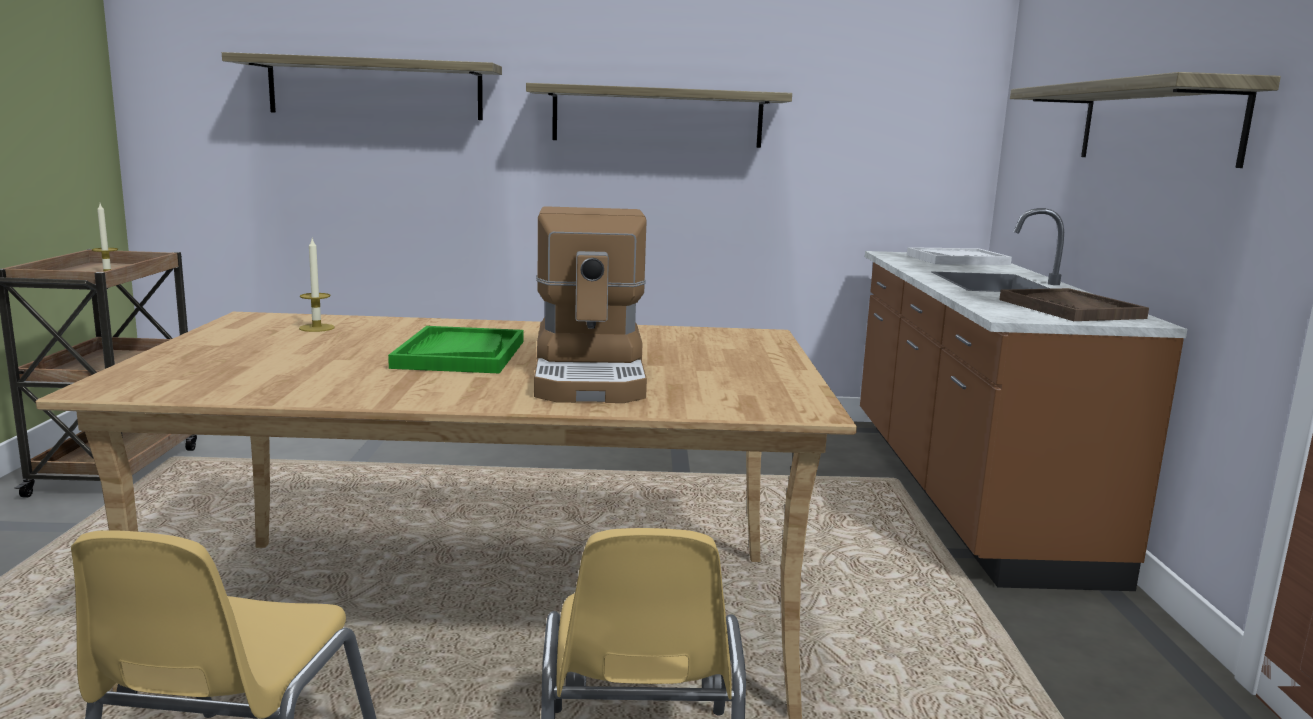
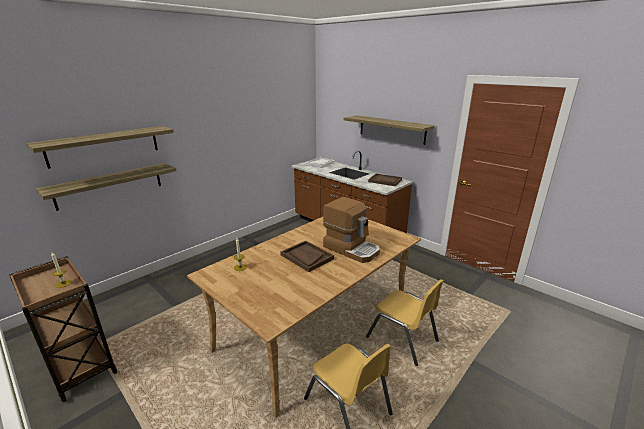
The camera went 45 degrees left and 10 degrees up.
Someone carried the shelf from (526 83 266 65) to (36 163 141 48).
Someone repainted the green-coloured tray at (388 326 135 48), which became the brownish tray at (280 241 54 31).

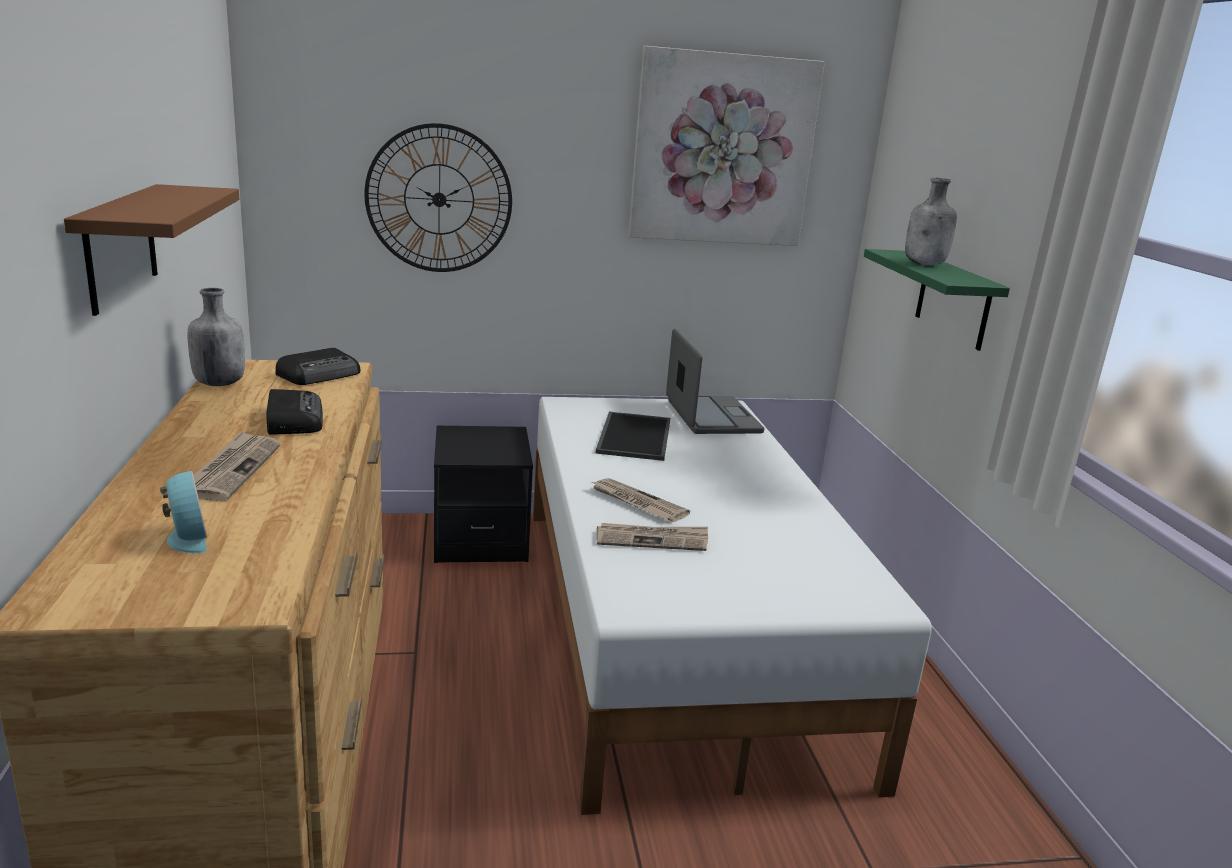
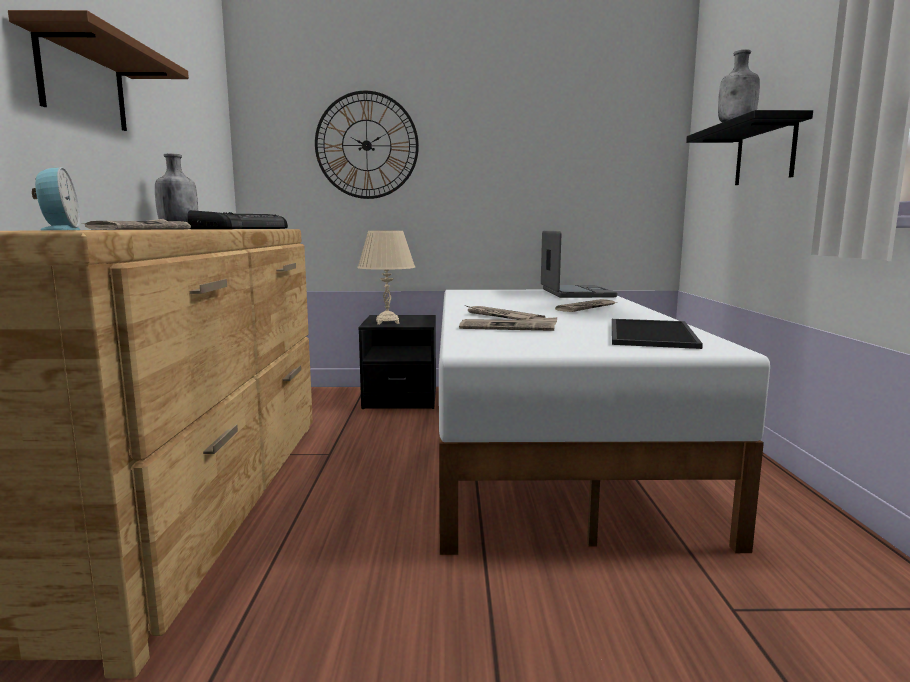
The camera went 10 degrees right and 10 degrees down.
Someone took away the wall art at (628 46 197 200).
Someone put down the beige lamp for a table at (357 231 58 93).
Someone put down the daily paper at (555 299 62 13).
Someone carried the tray from (595 412 75 49) to (612 319 91 30).
Someone repainted the green-coloured shelf at (864 249 146 102), which became the blackish shelf at (686 110 127 75).

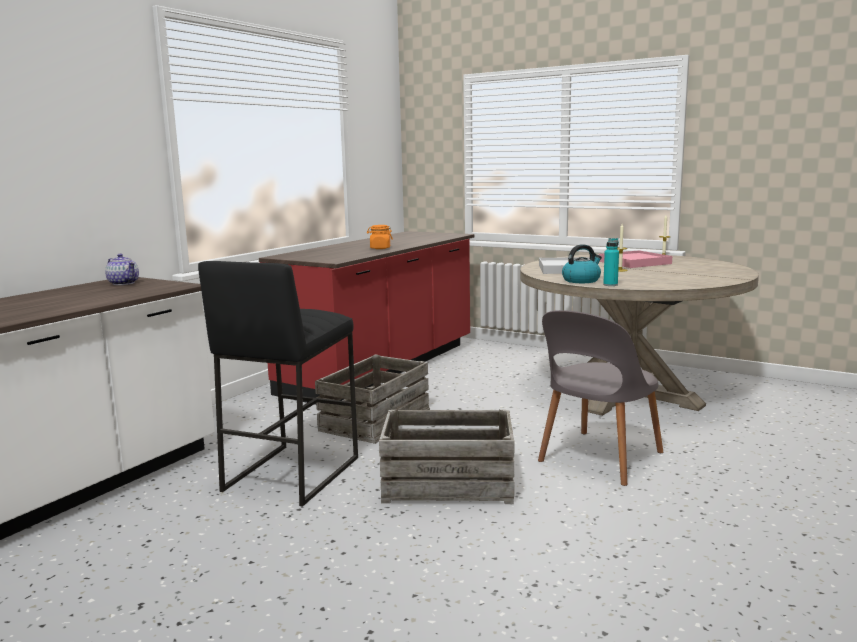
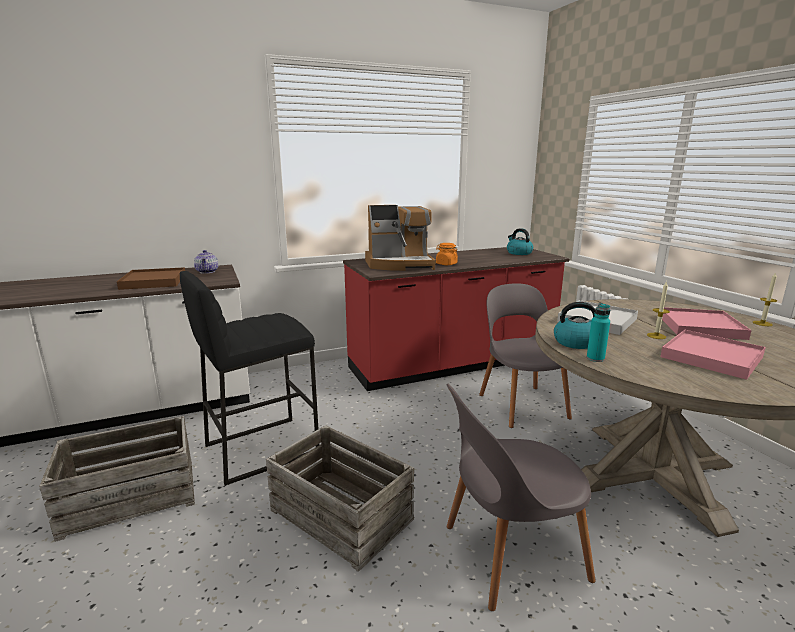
The camera went 35 degrees right and 5 degrees up.
Someone put down the brownish tray at (117 267 68 23).
Someone put down the coffee brewer at (365 205 71 66).
Someone put down the gray chair at (479 283 93 145).
Someone put down the tea kettle at (507 228 26 27).
Someone put down the pinkish tray at (660 330 106 50).
Someone carried the shipping crate from (315 355 115 89) to (39 416 156 126).

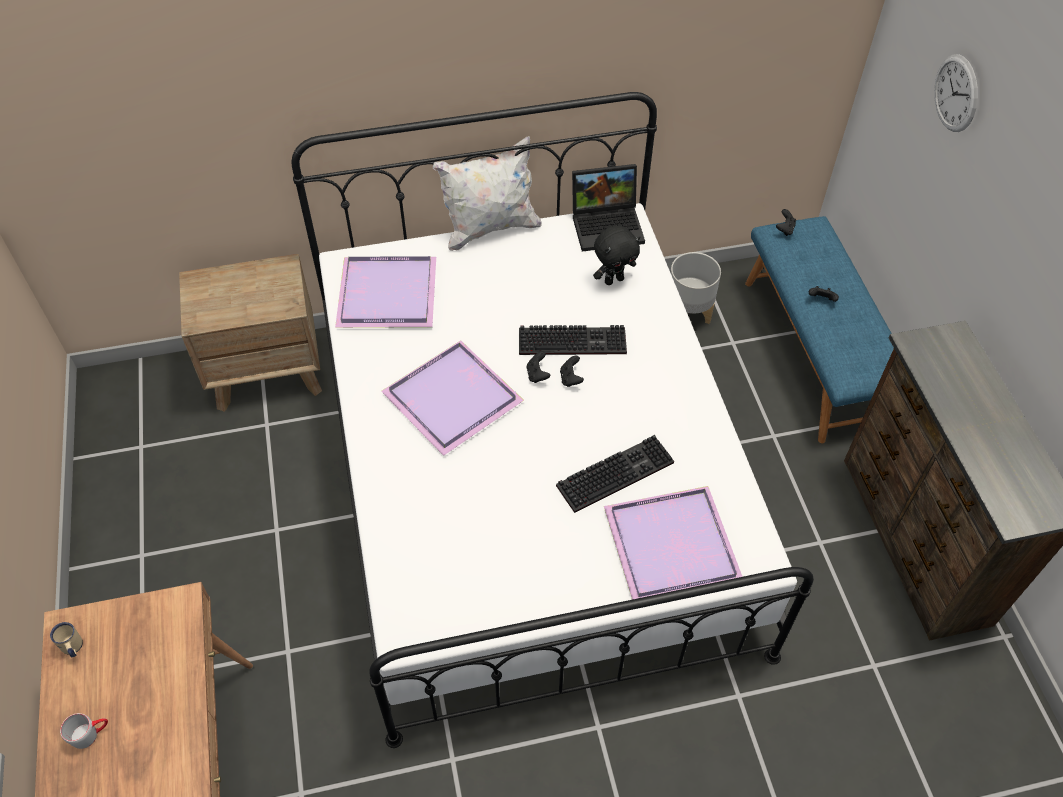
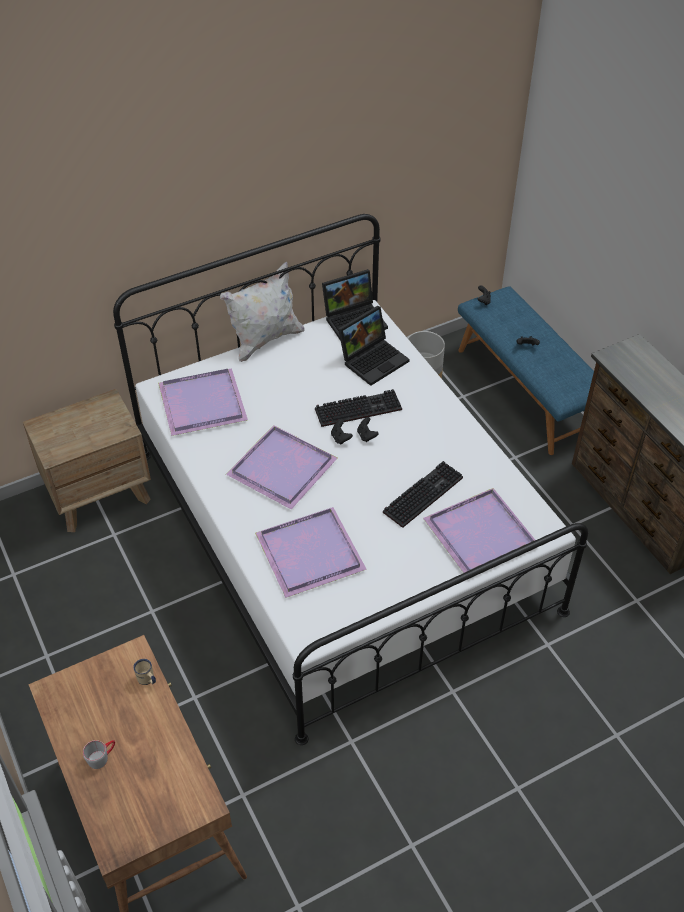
The camera went 15 degrees left and 5 degrees down.
Someone took away the clock on the wall at (934 54 44 78).
Someone put down the purple tray at (255 507 112 91).
Someone carried the beige coffee mug from (50 622 33 35) to (133 659 23 26).
Someone swapped the blackish cuddly toy at (593 226 47 59) for the portable computer at (338 305 72 81).

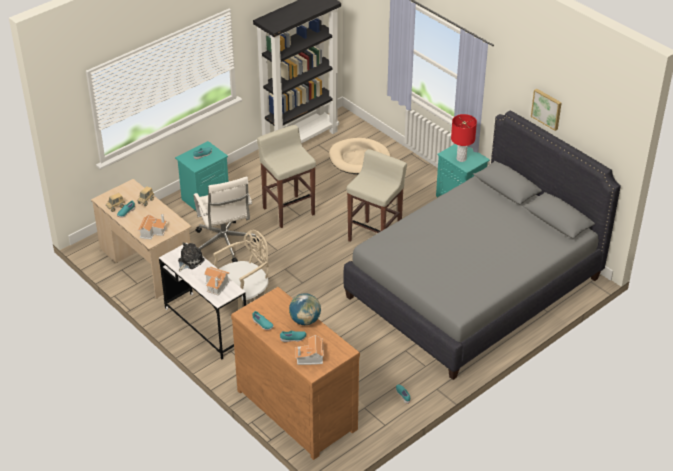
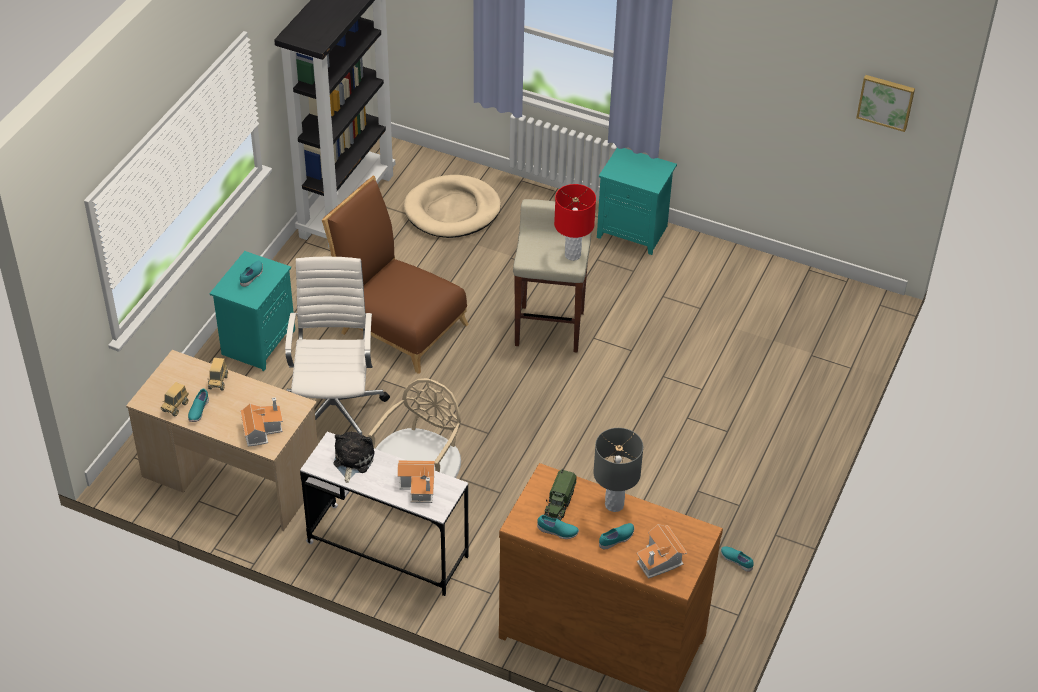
The camera went 25 degrees left and 5 degrees up.
Someone took away the gray bedroom bed at (343 111 278 269).
Someone put down the toy truck at (544 469 33 52).
Someone carried the reddish lamp for a table from (451 114 26 48) to (554 184 42 77).
Someone carried the wall art from (531 89 31 42) to (856 75 59 57).
Someone swapped the beige stool at (257 125 59 103) for the brownish chair at (322 176 147 198).
Someone swapped the globe at (289 293 32 32) for the gray lamp for a table at (593 428 50 84).
Someone rotated the whitish office chair at (193 177 66 85) by 135 degrees counterclockwise.

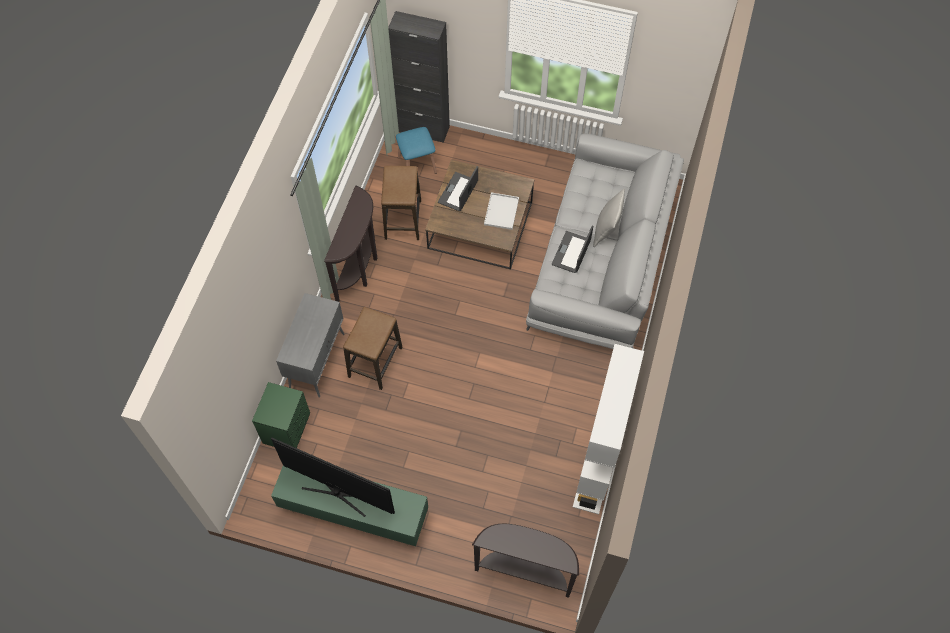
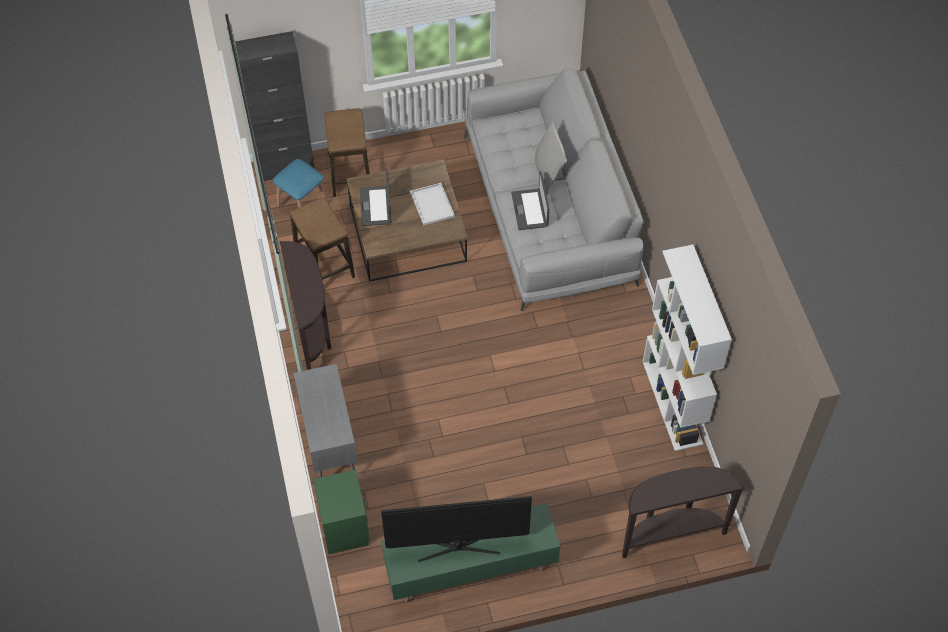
The camera went 30 degrees left and 5 degrees down.
Someone carried the stool from (343 307 60 83) to (324 108 46 89).

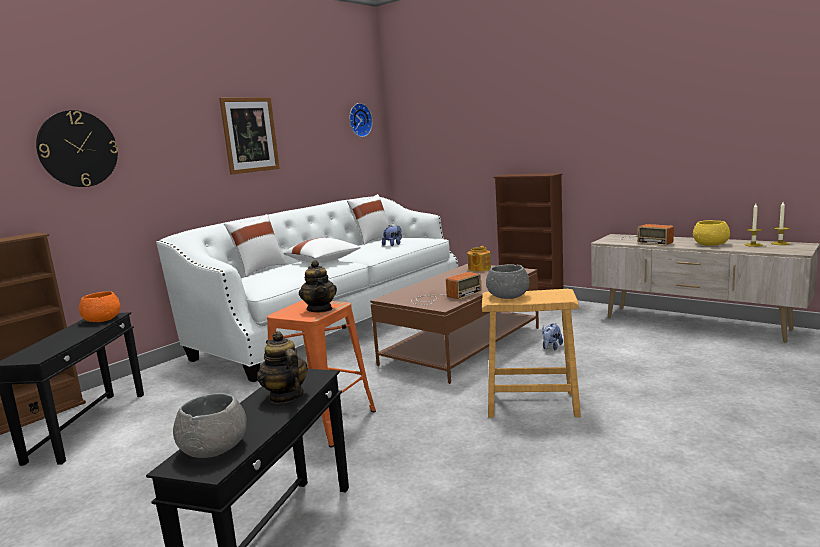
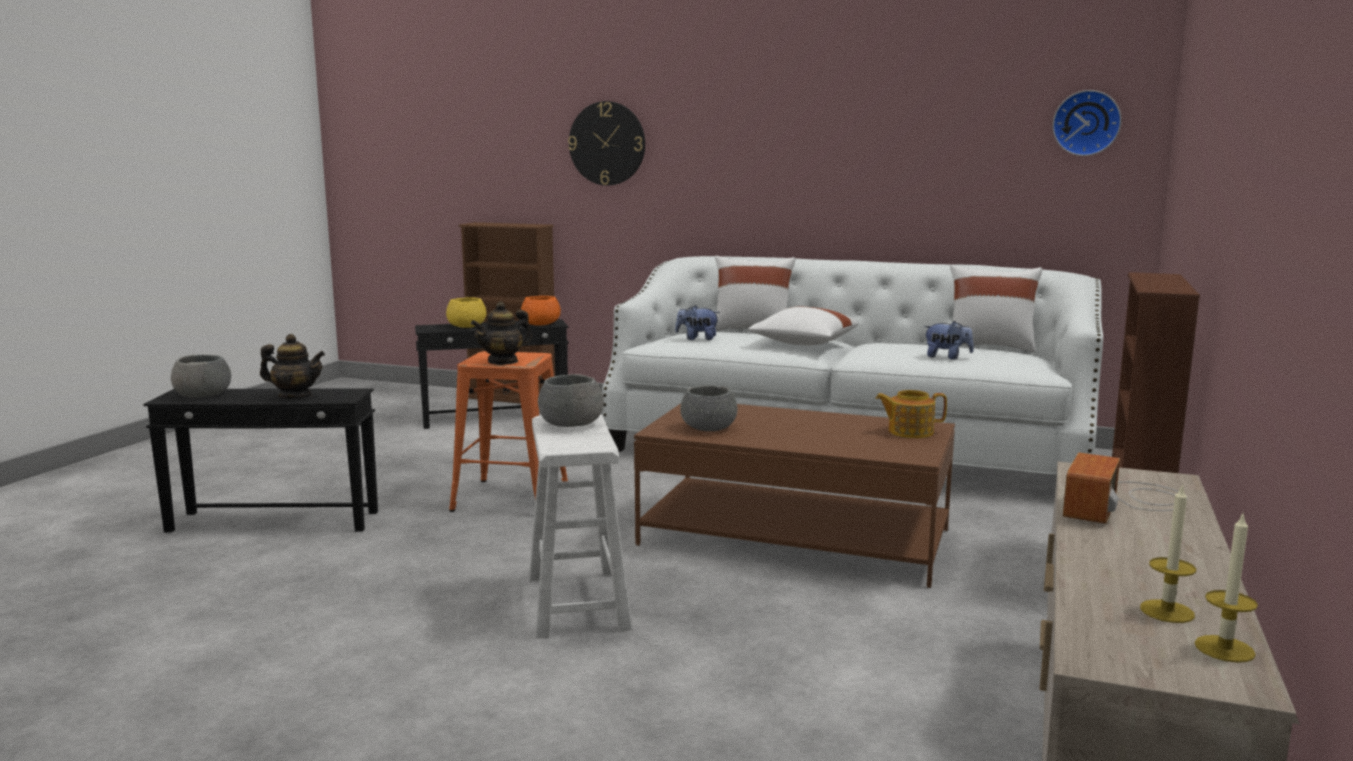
The camera went 70 degrees right and 0 degrees up.
Someone took away the wall art at (219 97 61 78).
Someone carried the cuddly toy from (543 323 20 27) to (675 305 45 35).
Someone carried the yellow deep dish from (693 220 37 26) to (446 297 40 31).
Someone swapped the radio set at (413 272 69 33) for the gray deep dish at (680 385 57 46).
Someone repainted the brownish stool at (482 289 99 129), which became the whitish stool at (529 414 104 224).
Someone rotated the pot for tea at (257 331 51 73) by 60 degrees clockwise.

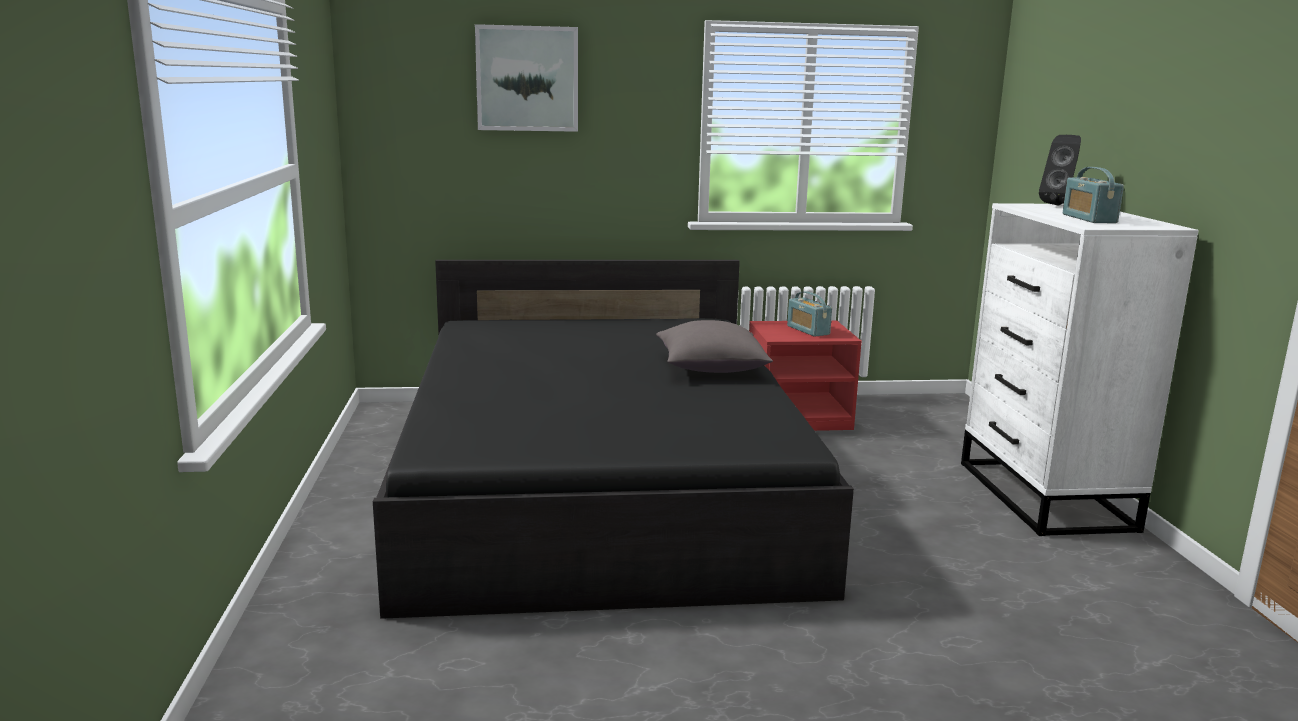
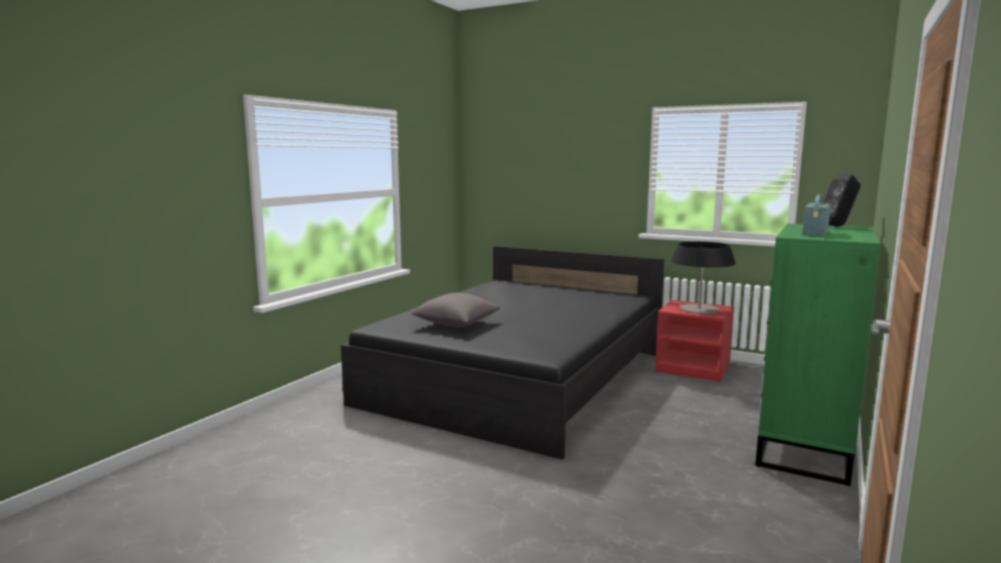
The camera went 35 degrees right and 5 degrees down.
Someone took away the wall art at (475 24 103 108).
Someone carried the gray throw pillow from (656 320 117 53) to (410 293 90 34).
Someone swapped the radio set at (787 291 45 46) for the lamp for a table at (671 241 65 73).
Someone repainted the whitish chest of drawers at (961 203 238 333), which became the green-coloured chest of drawers at (755 223 126 263).

